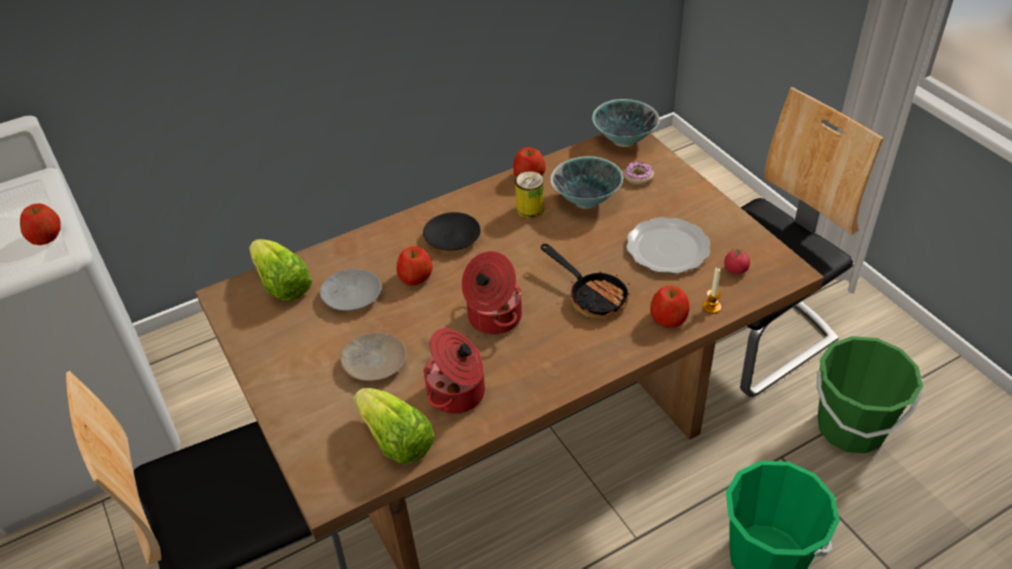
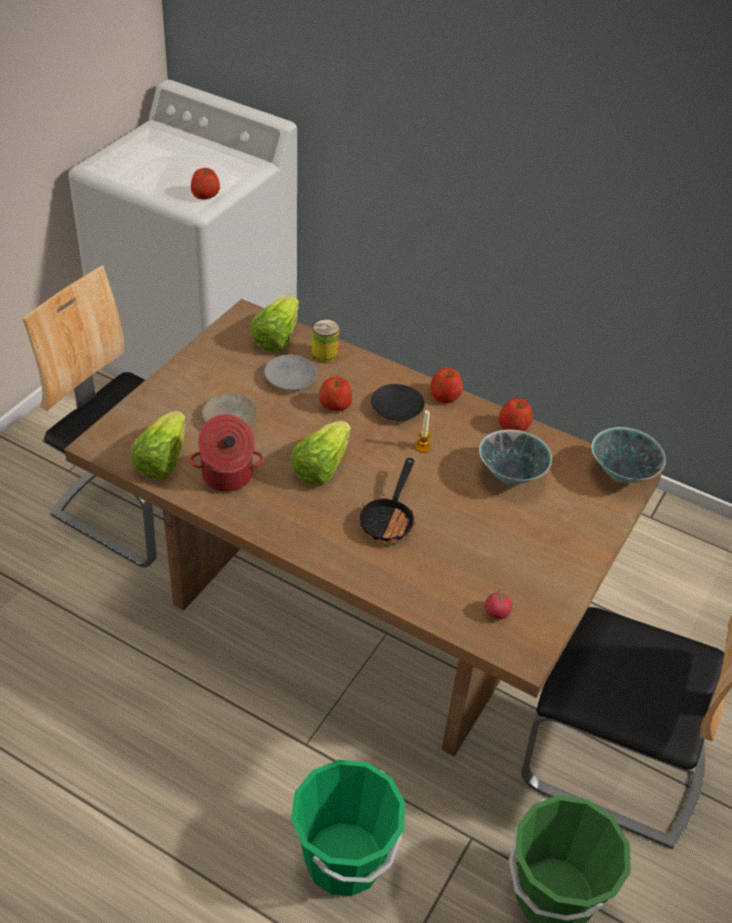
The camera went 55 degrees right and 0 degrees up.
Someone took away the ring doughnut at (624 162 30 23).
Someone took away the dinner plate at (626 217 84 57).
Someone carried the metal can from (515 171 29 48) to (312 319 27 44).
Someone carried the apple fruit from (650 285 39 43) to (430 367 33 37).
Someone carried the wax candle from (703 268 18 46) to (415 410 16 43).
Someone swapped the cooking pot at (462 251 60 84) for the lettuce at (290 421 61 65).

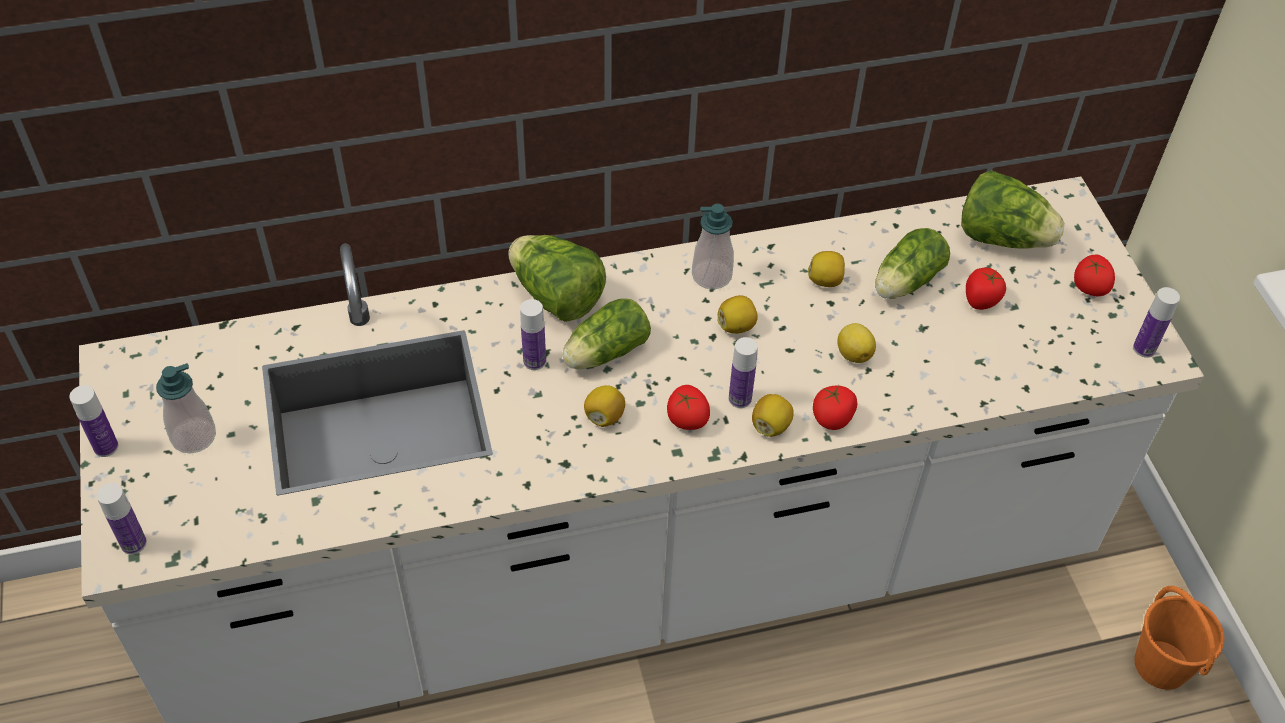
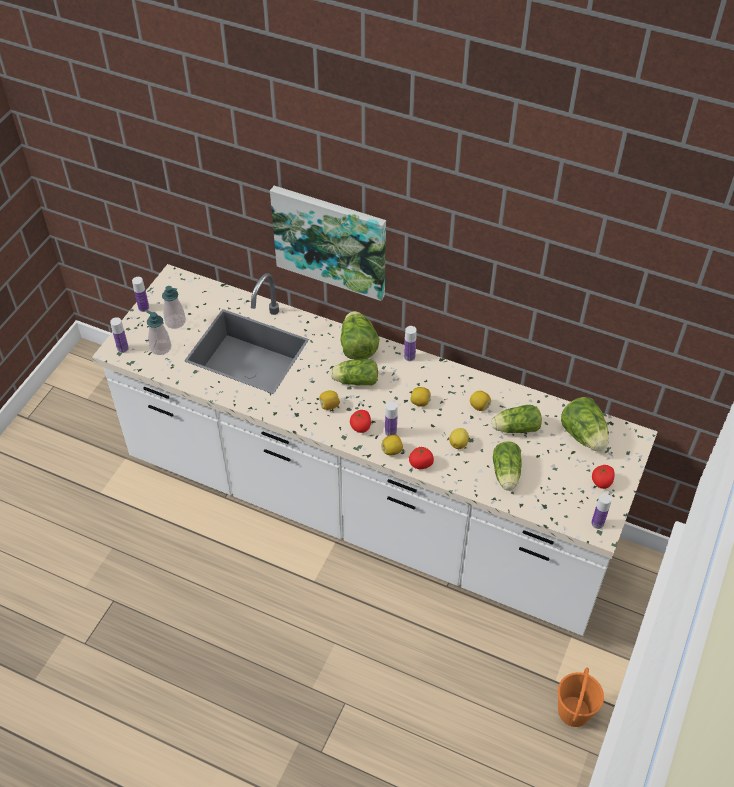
The camera went 40 degrees right and 0 degrees up.
Someone took away the tomato at (966 268 40 42).
Someone put up the wall art at (270 186 116 115).
Someone put down the lettuce at (493 442 29 49).
Someone carried the drink bottle from (520 299 26 71) to (404 326 13 35).
Someone carried the soap dispenser from (692 204 42 85) to (146 310 25 45).

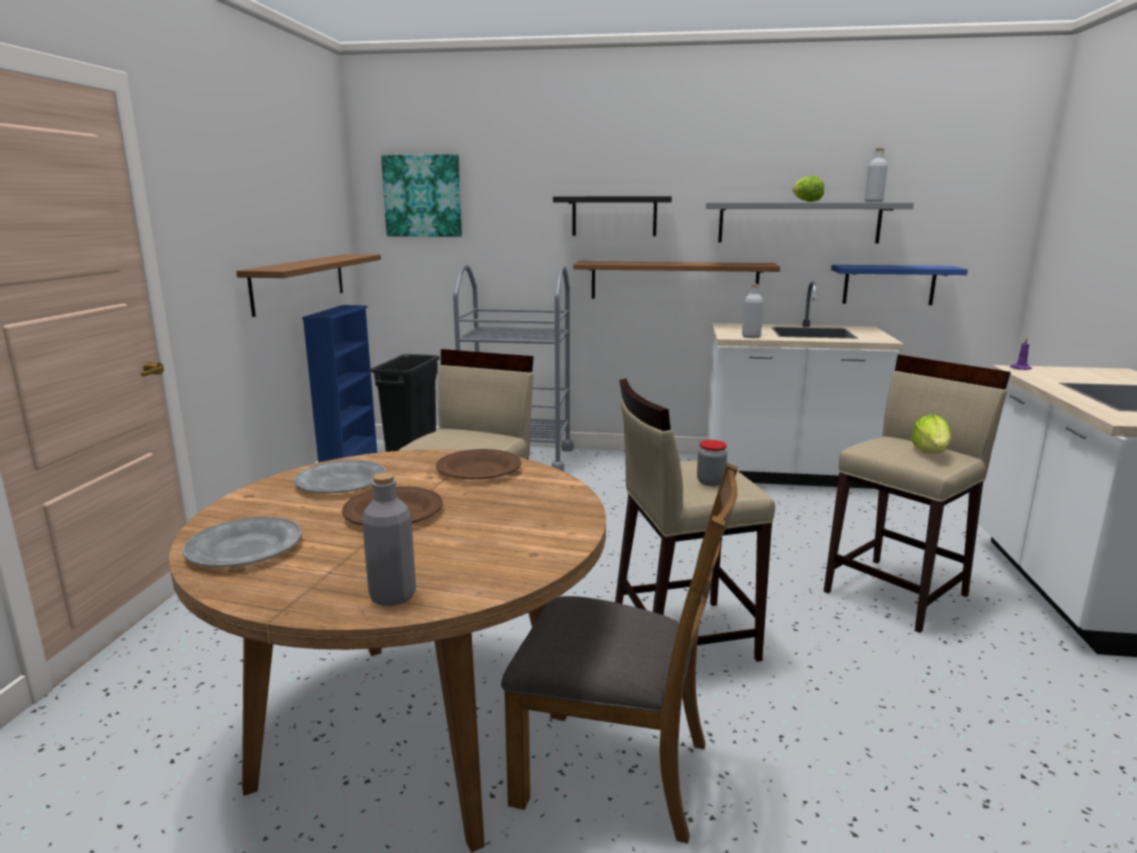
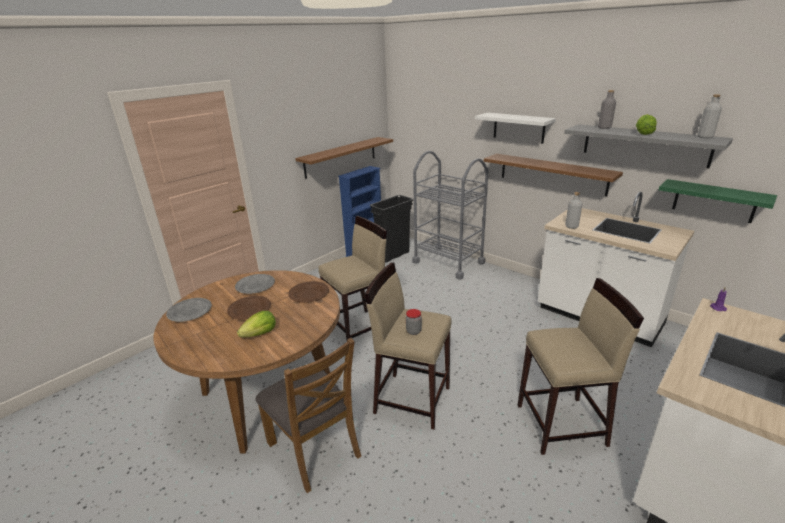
The camera went 35 degrees right and 10 degrees up.
Someone took away the wall art at (381 154 81 83).
Someone carried the gray drink bottle from (362 473 54 133) to (598 90 18 39).
Someone carried the lettuce from (911 414 40 40) to (237 311 39 26).
Someone repainted the blackish shelf at (553 196 119 40), which became the whitish shelf at (475 113 81 30).
Someone repainted the blue shelf at (831 265 137 40), which became the green-coloured shelf at (659 179 118 44).

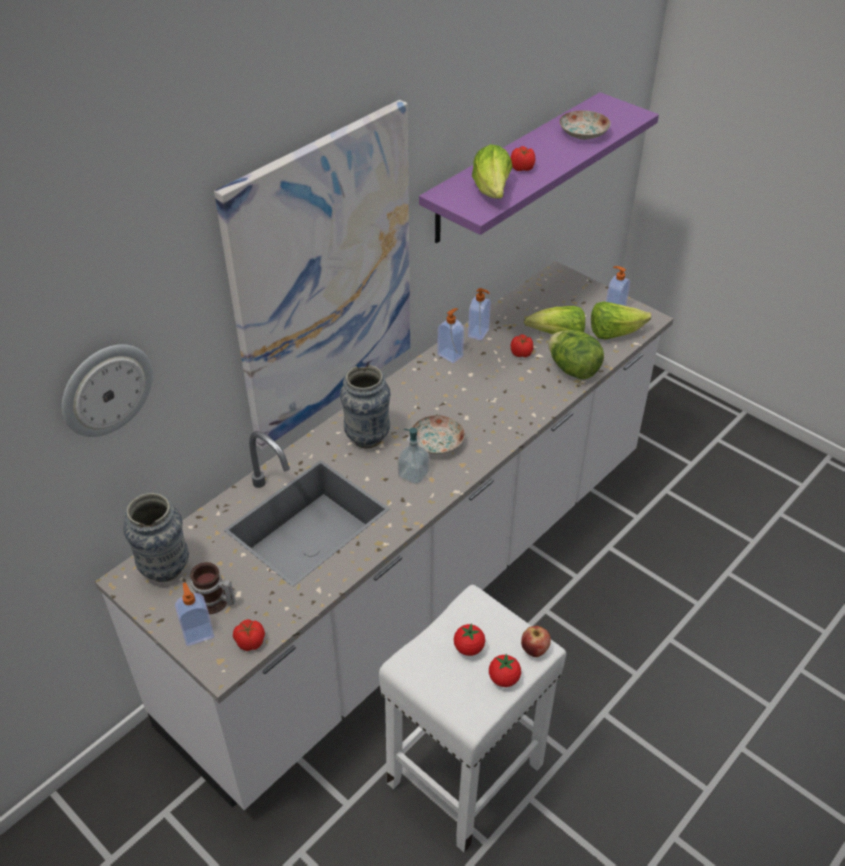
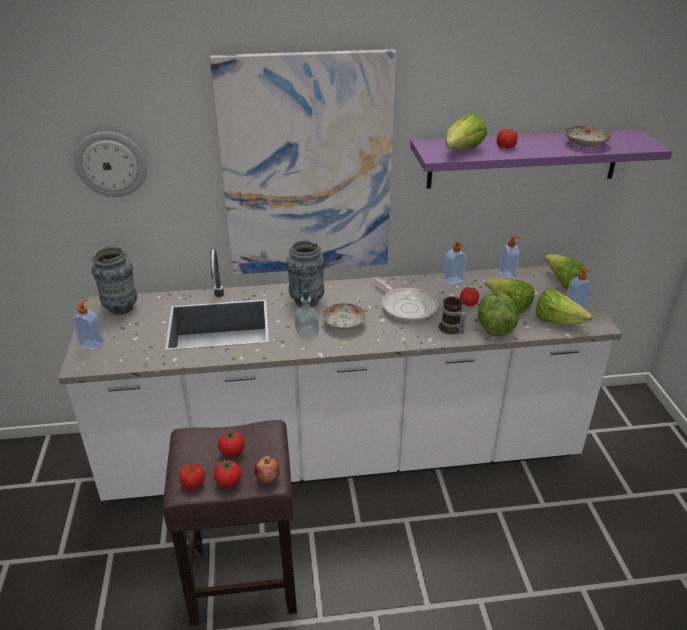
The camera went 40 degrees right and 10 degrees down.
Someone put down the skillet at (373 277 65 45).
Someone put down the lettuce at (544 254 42 36).
Someone carried the coffee mug from (190 562 45 52) to (439 297 28 37).
Someone carried the tomato from (233 619 32 32) to (179 463 26 27).
Someone carried the soap dispenser from (437 308 27 55) to (499 236 21 43).
Someone repainted the whitish stool at (379 585 187 267), which became the brownish stool at (162 420 135 206).

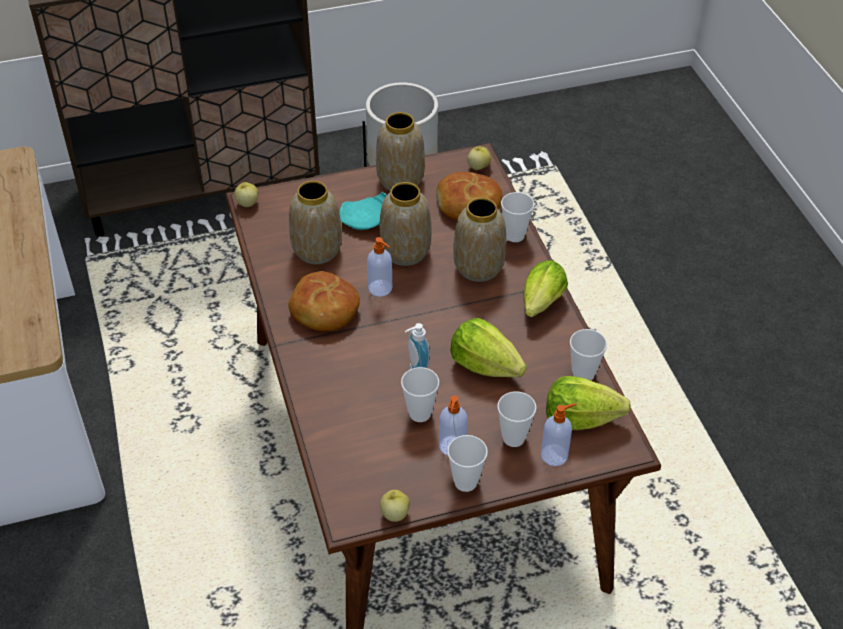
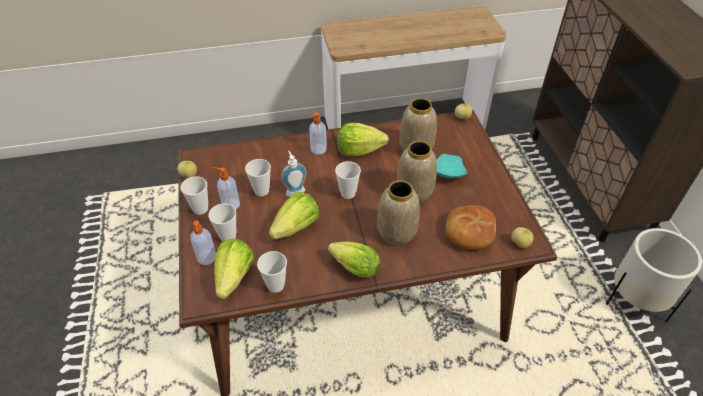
The camera went 95 degrees right and 0 degrees up.
Someone took away the vase at (376 112 49 79).
Someone carried the soap dispenser from (367 237 25 60) to (309 112 18 43).
Someone carried the cup from (501 192 33 50) to (335 161 26 38).
Someone swapped the baked bread at (288 271 72 60) for the lettuce at (337 123 52 33).

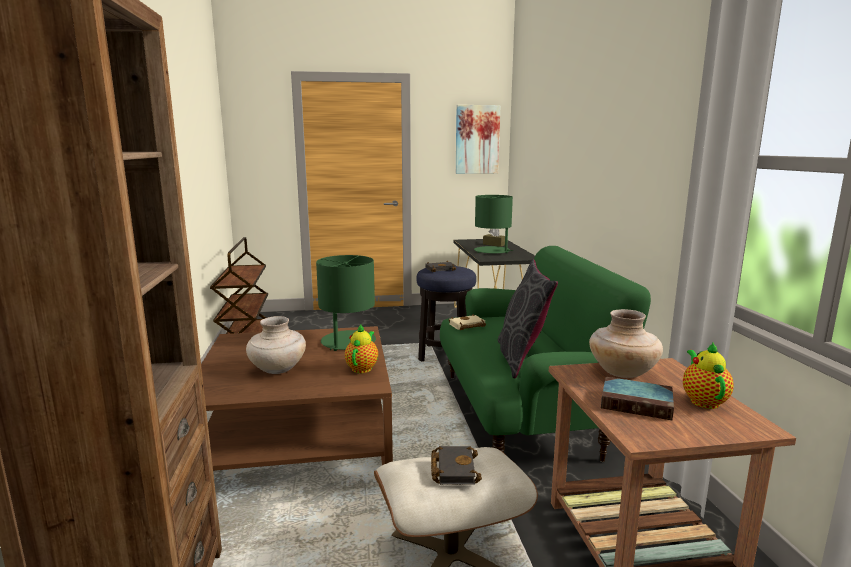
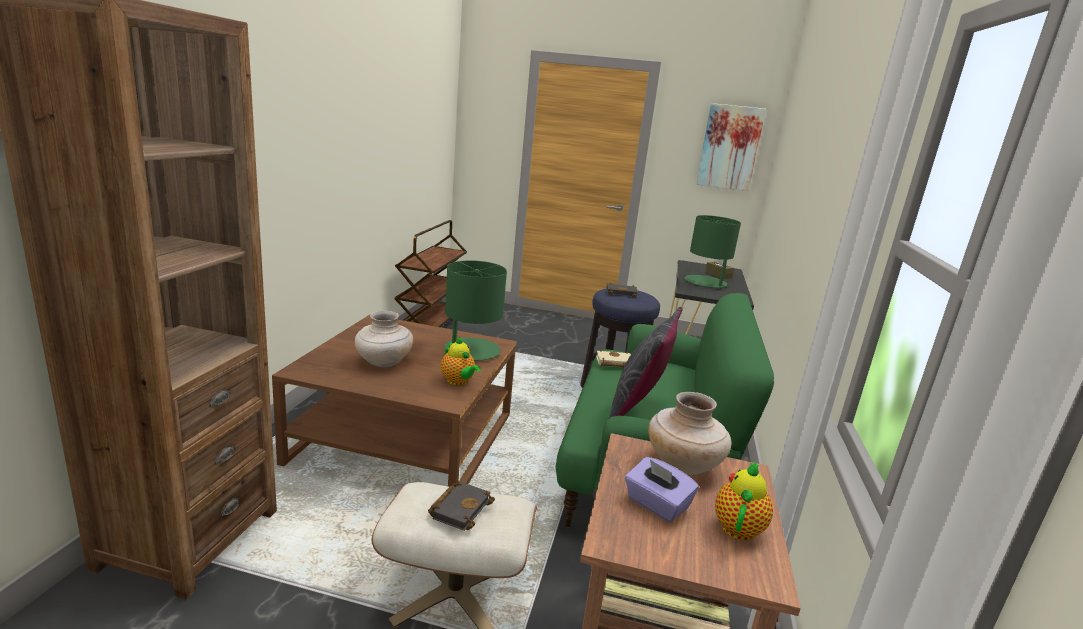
The camera went 20 degrees right and 5 degrees up.
Someone swapped the volume at (601 377 73 43) for the purple box of tissues at (625 457 74 65).
Someone rotated the pot for tea at (345 325 33 48) by 105 degrees clockwise.

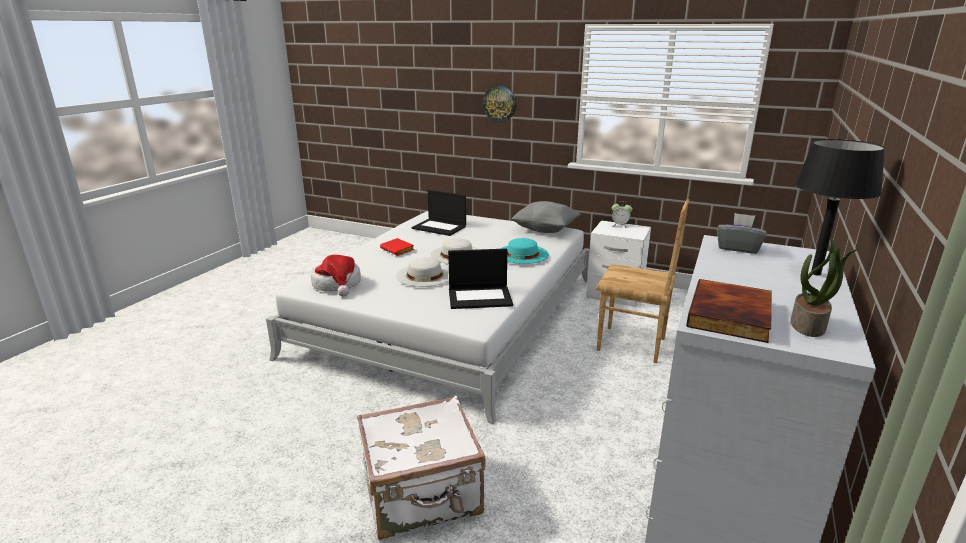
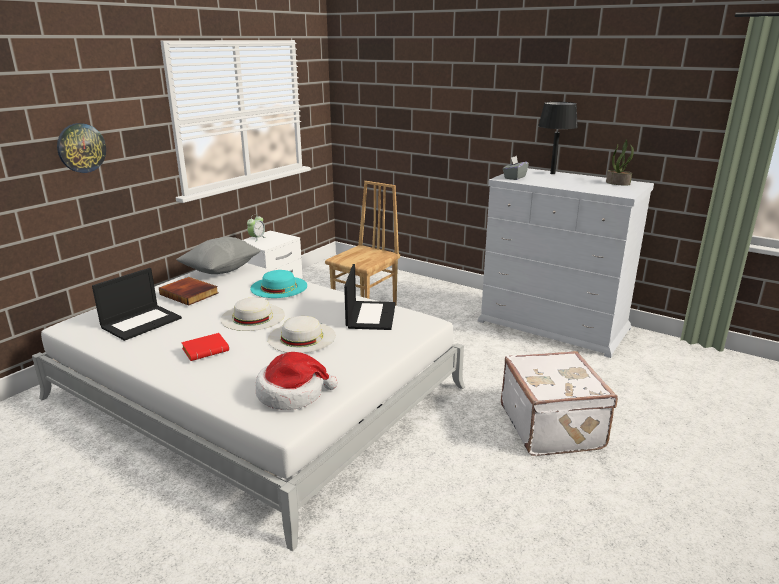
The camera went 80 degrees left and 0 degrees up.
Someone carried the volume from (686 279 86 64) to (159 277 59 29).

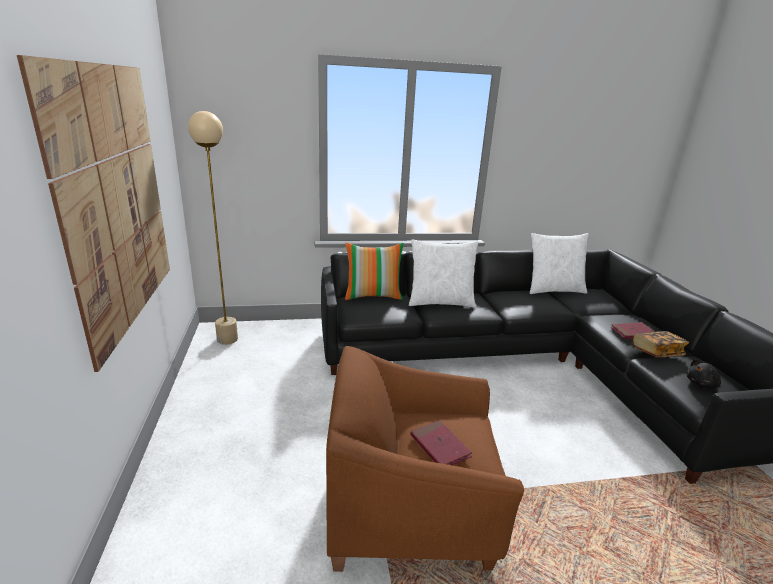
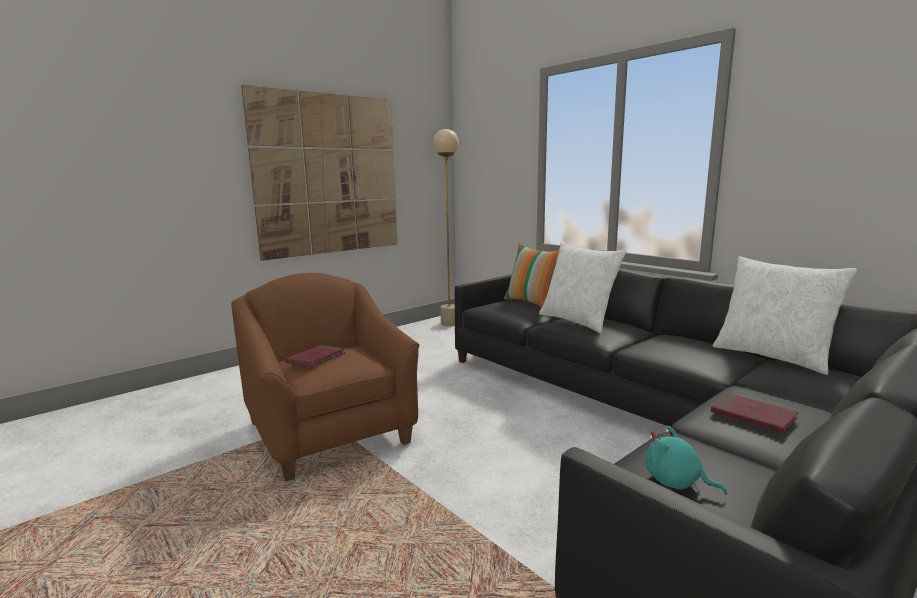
The camera went 60 degrees right and 10 degrees down.
Someone took away the volume at (632 331 57 26).
Someone repainted the blackish cuddly toy at (687 359 34 30), which became the turquoise-coloured cuddly toy at (645 426 82 69).

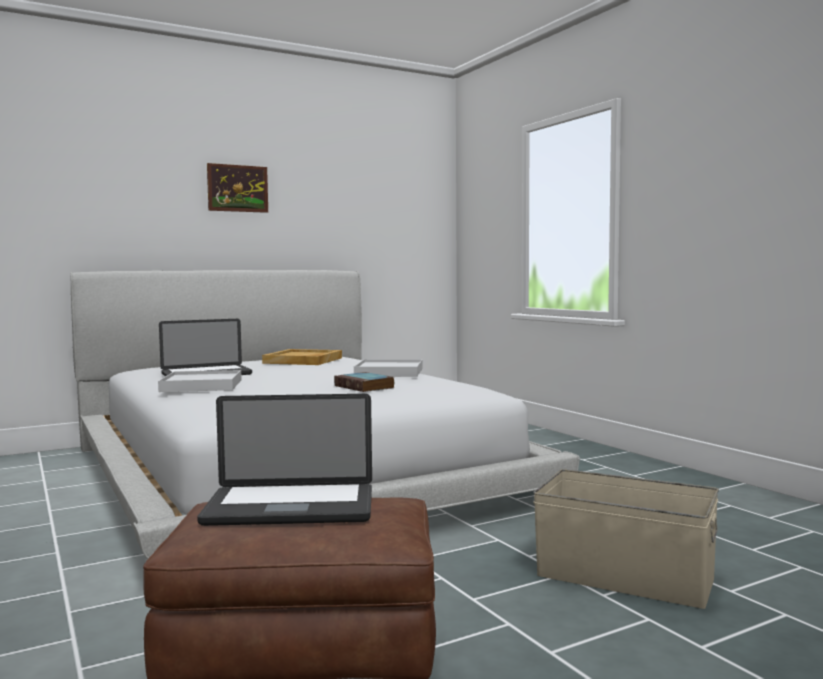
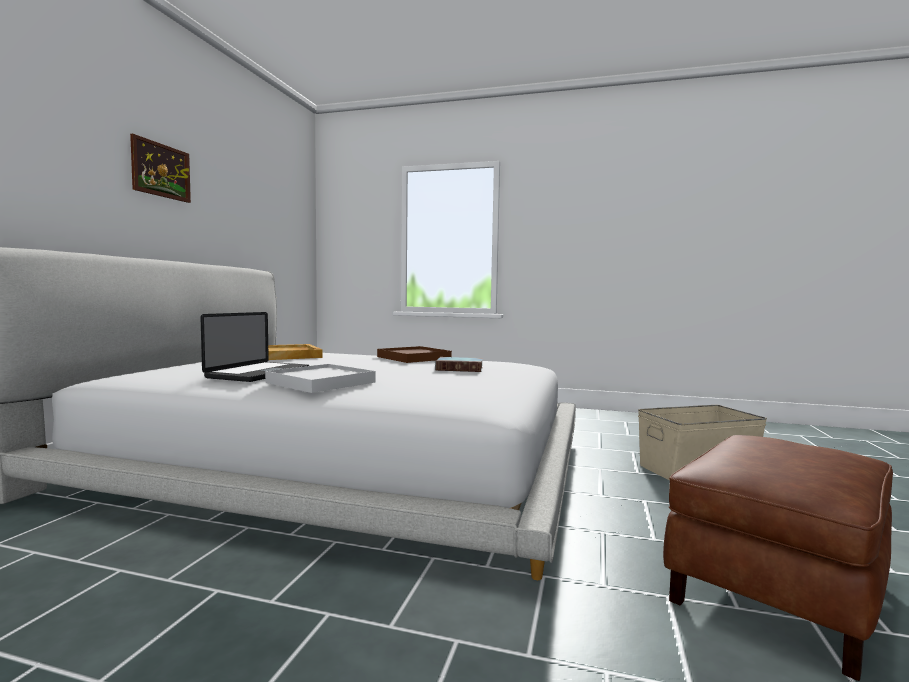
The camera went 45 degrees left and 0 degrees up.
Someone took away the portable computer at (197 394 175 132).
Someone repainted the whitish tray at (354 359 69 18), which became the brownish tray at (377 346 75 17).

